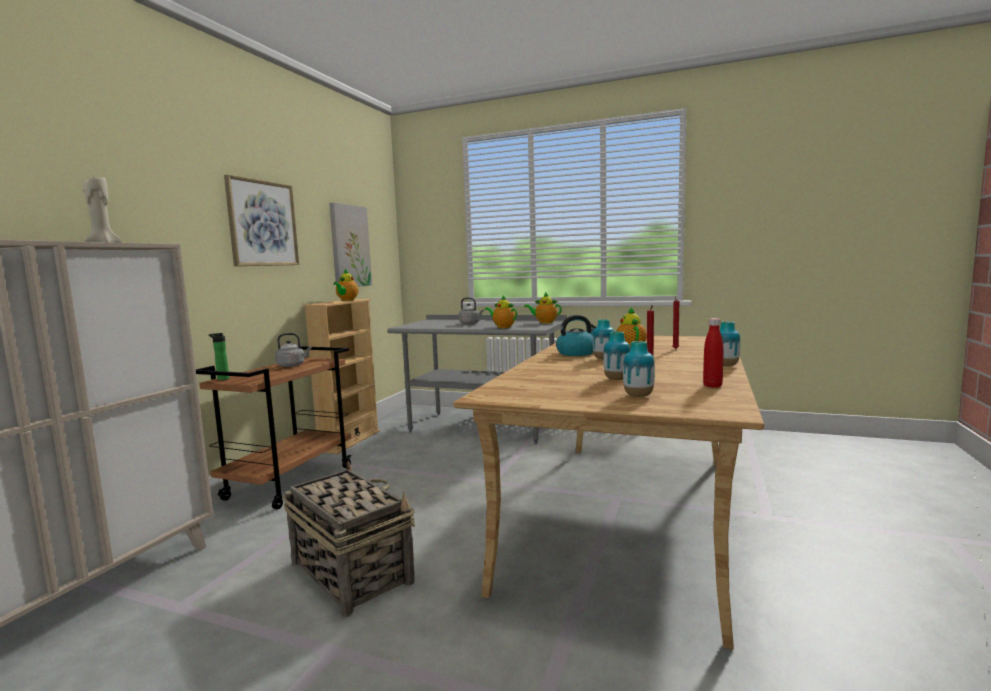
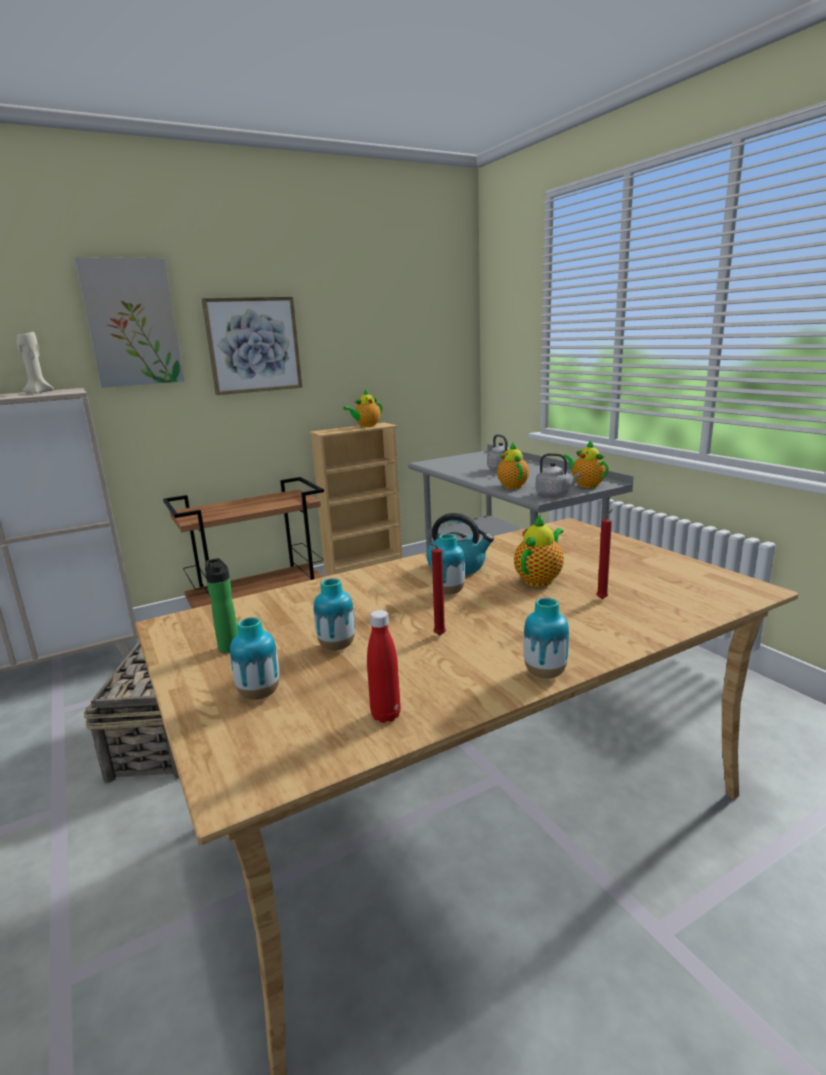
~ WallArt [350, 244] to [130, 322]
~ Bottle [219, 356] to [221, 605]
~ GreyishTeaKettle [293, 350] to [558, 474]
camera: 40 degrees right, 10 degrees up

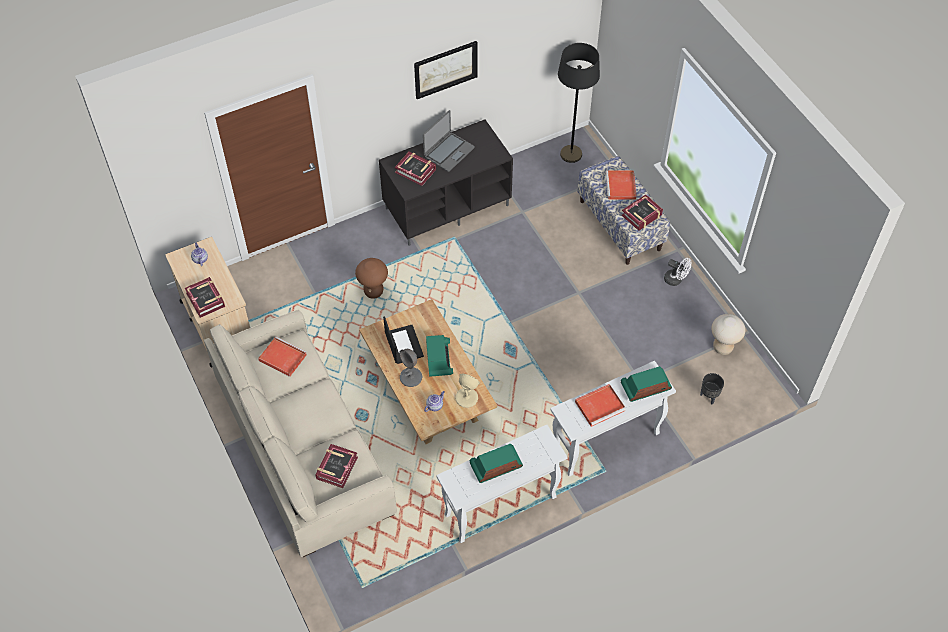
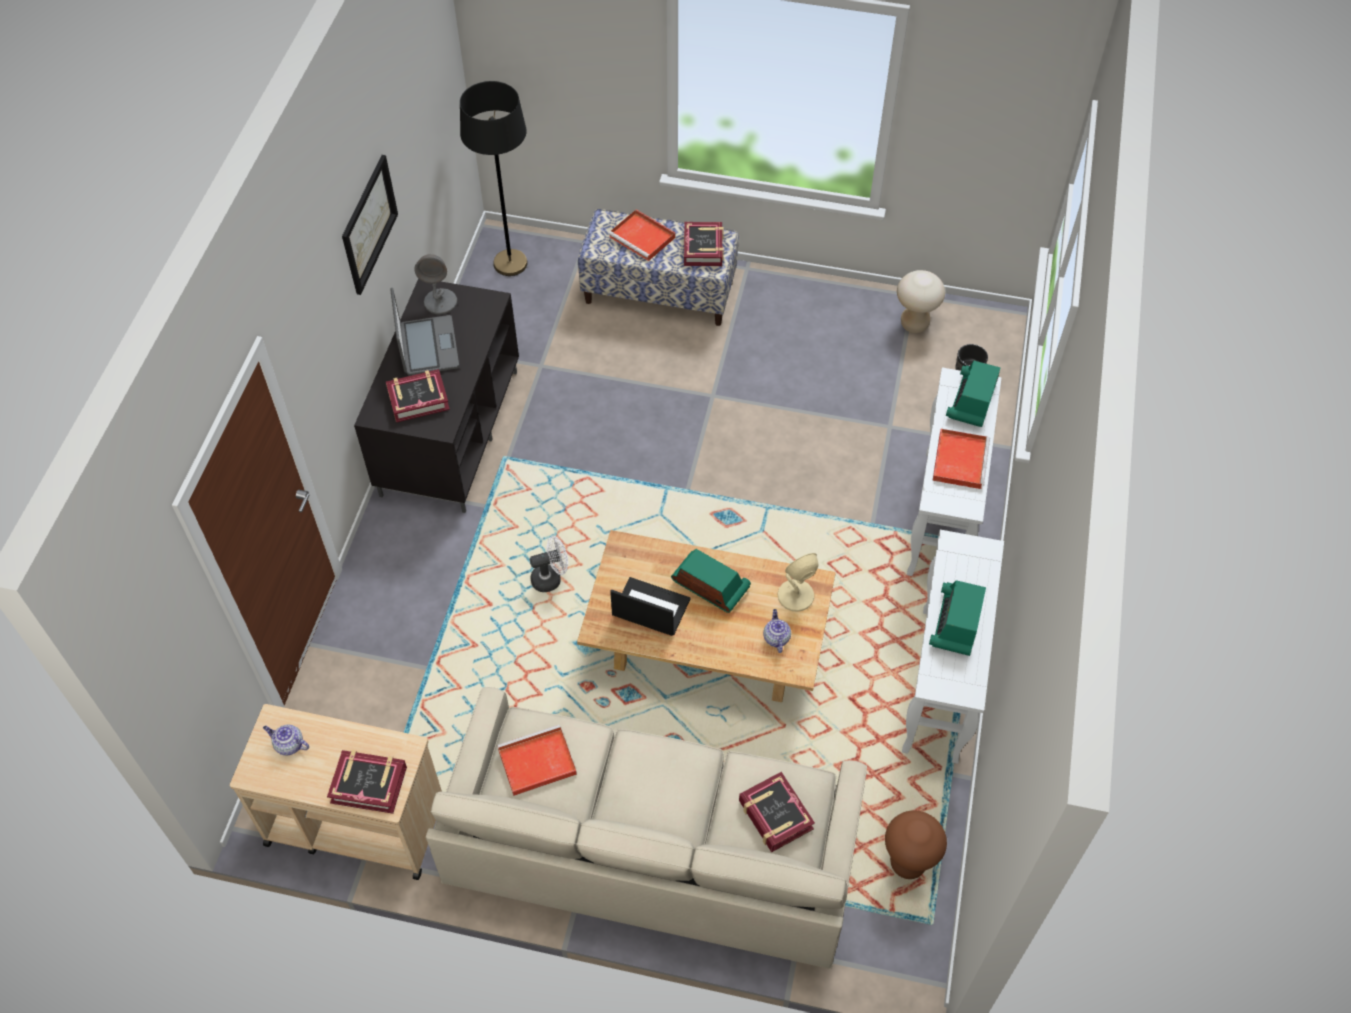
~ GreyishTableLamp [410, 368] to [435, 284]
~ WhiteCoolingFan [677, 272] to [549, 564]
~ BrownishStoolSeat [371, 278] to [916, 844]
camera: 50 degrees left, 0 degrees up

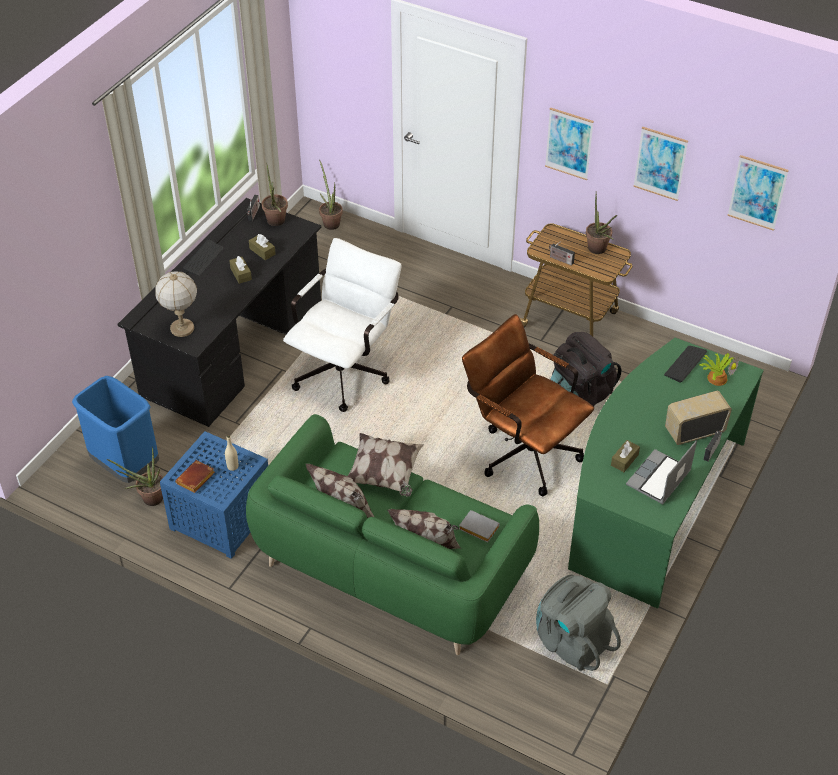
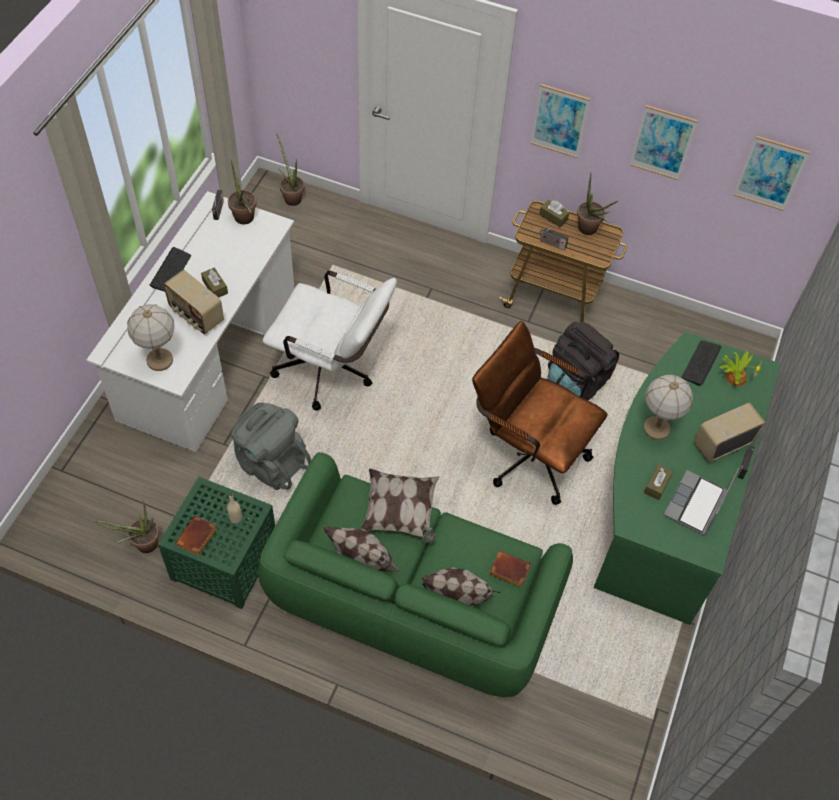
~ BlackColouredDeskUnit [219, 312] to WhiteDeskUnit [190, 321]
~ BlueEndTable [214, 495] to GreenEndTable [216, 543]
+ Radio [193, 302]
~ GreyishRucksack [578, 622] to [271, 446]
~ WhiteComputerChair [342, 325] = [330, 340] 90 degrees clockwise
~ GreyishBoundBook [479, 526] to BrownishBoundBook [510, 569]
~ BrownishTissueHolder [262, 247] to [554, 213]
+ TableLamp [668, 407]
- BlueTrashCan [115, 429]
camera: 10 degrees left, 10 degrees up

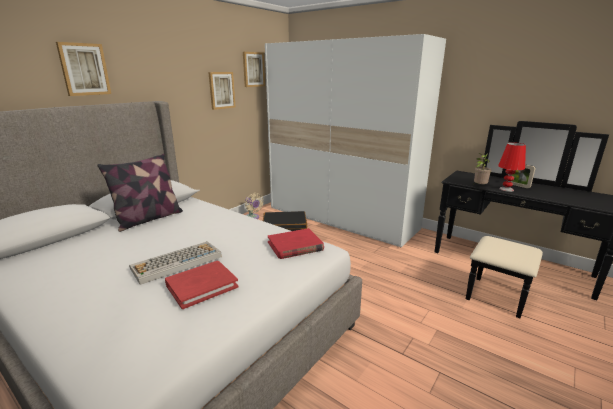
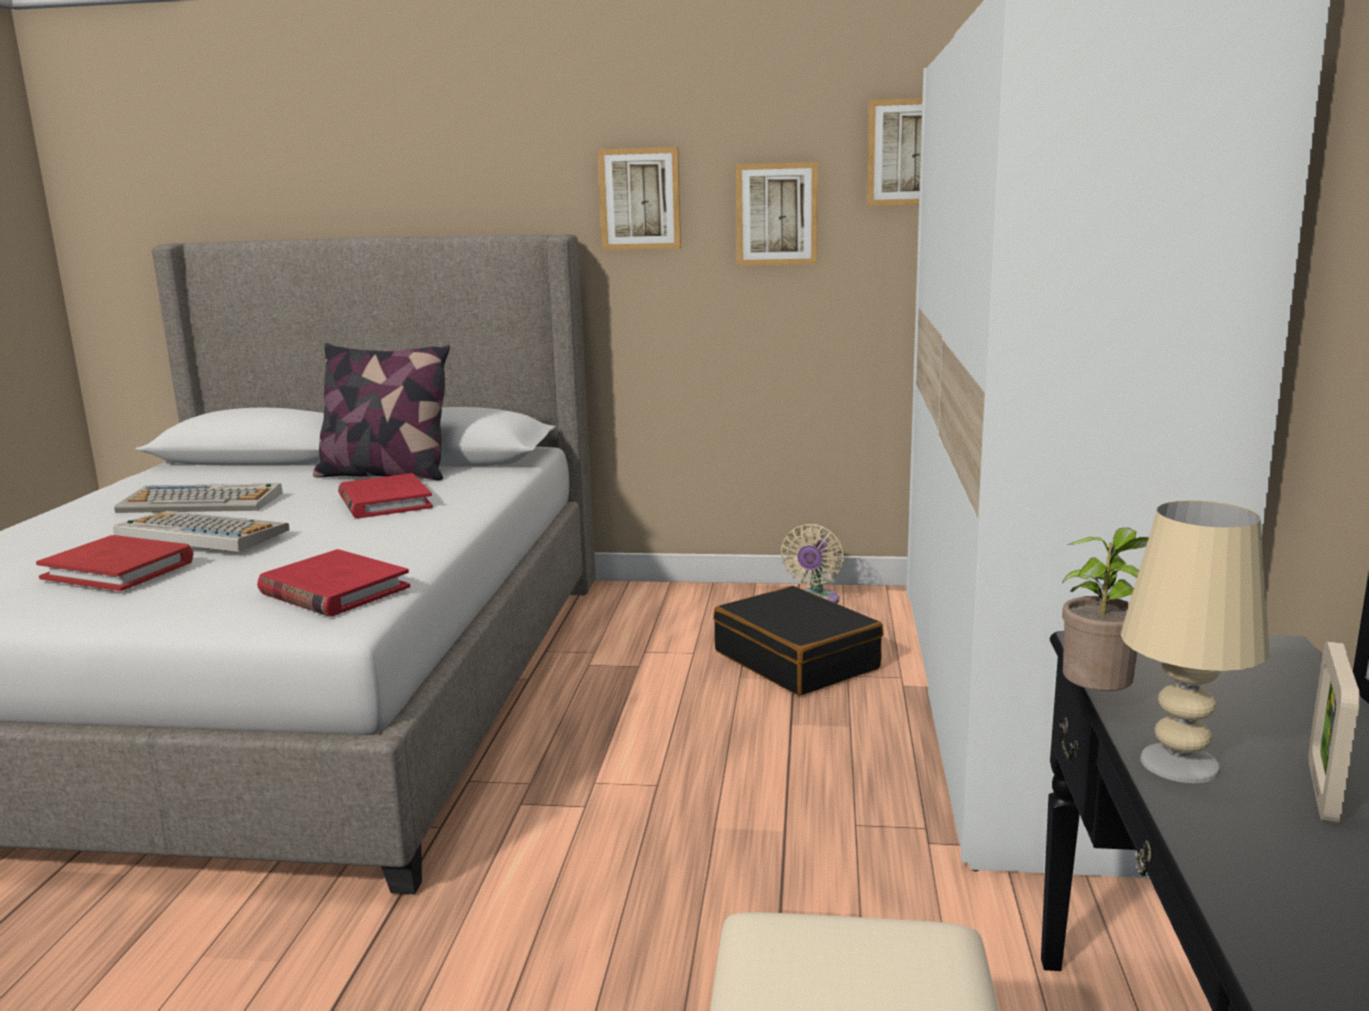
+ Keyboard [198, 498]
+ ReddishBoundBook [385, 496]
~ WallArt [83, 69] to [639, 198]
~ ReddishTableLamp [512, 167] to BeigeColouredTableLamp [1195, 642]
camera: 60 degrees right, 5 degrees down

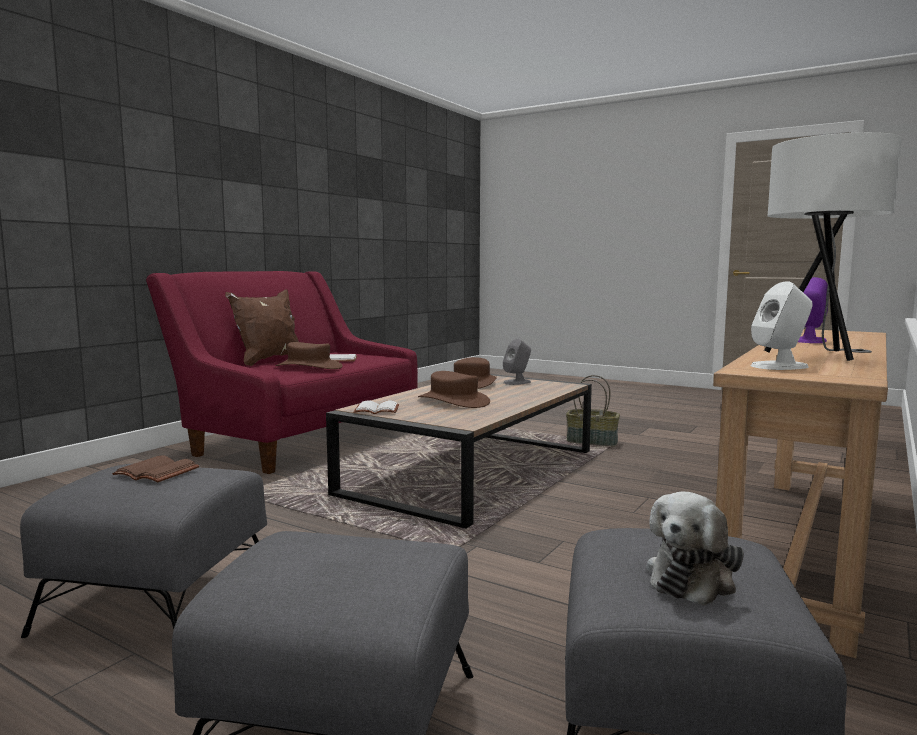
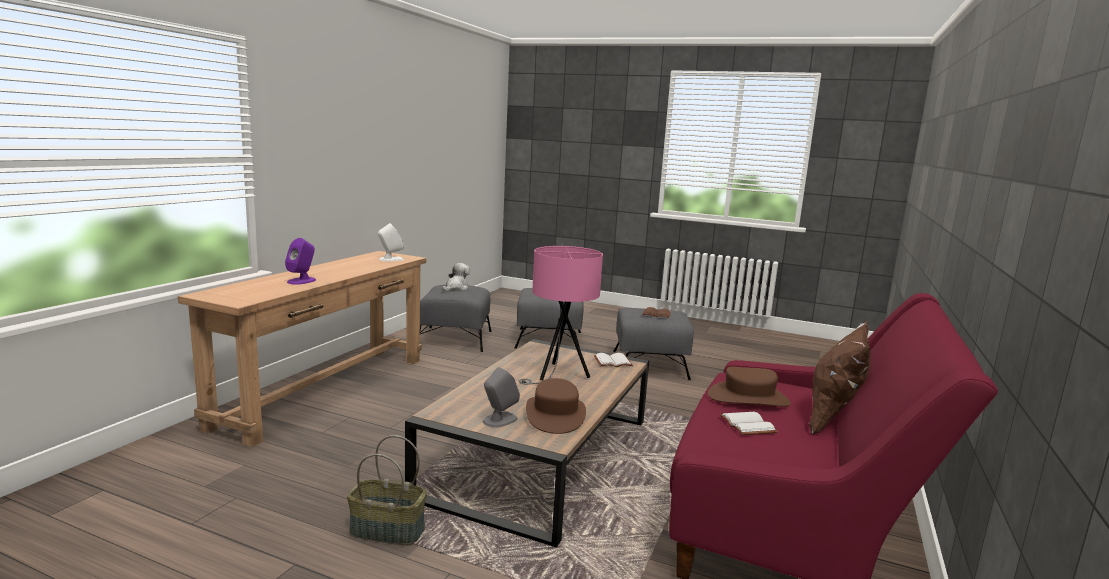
~ BrownishClothingHat [454, 389] to PinkTableLamp [561, 315]
- WhiteTableLamp [833, 246]
camera: 170 degrees right, 5 degrees up

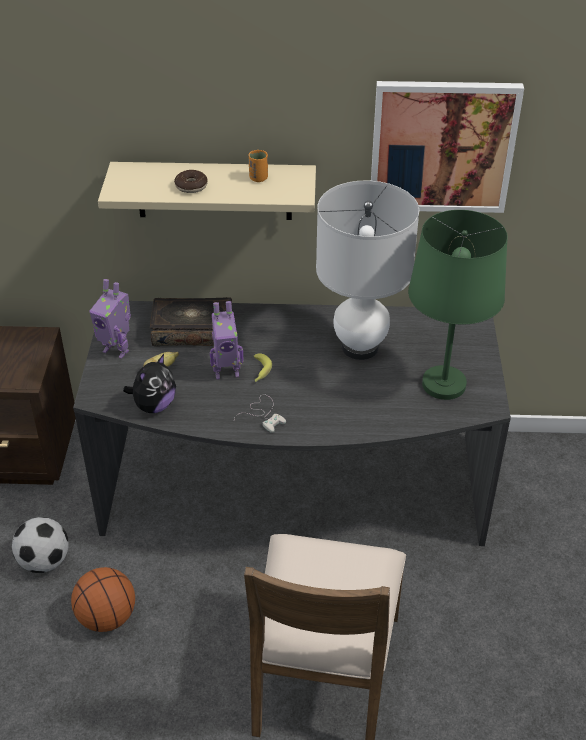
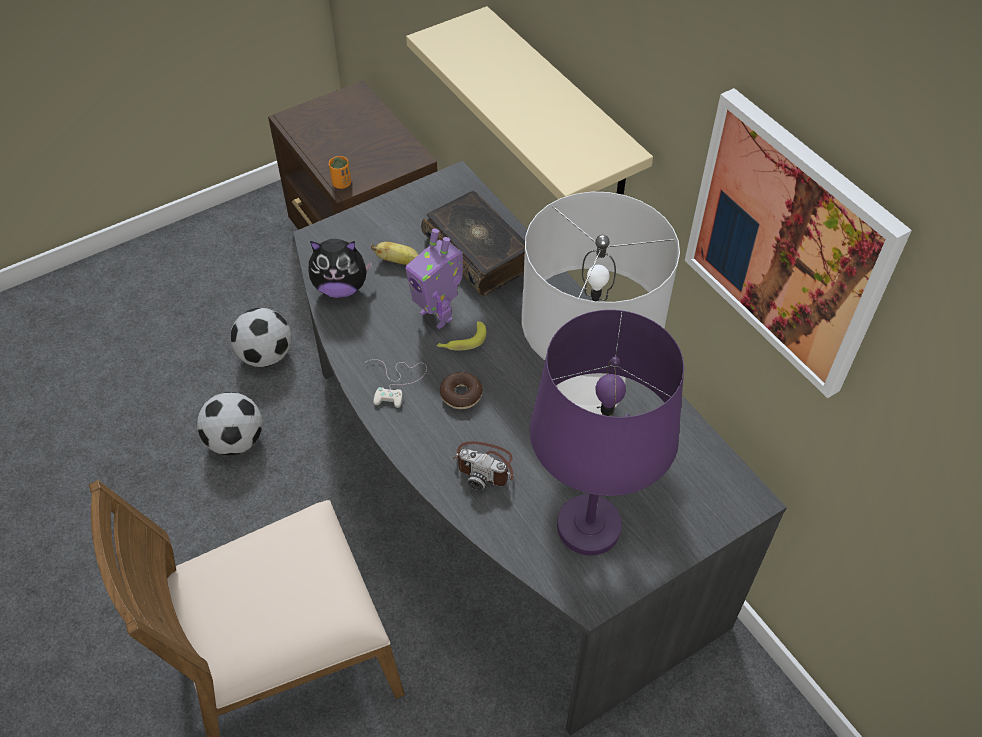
~ BasketballBall [103, 599] to Football [229, 423]
~ OrangeySmallCup [258, 166] to [340, 172]
~ RingDoughnut [191, 181] to [461, 390]
+ PhotoCamera [483, 466]
~ GreenTableLamp [458, 305] to PurpleTableLamp [607, 432]
- ModelRobot [110, 319]
camera: 55 degrees right, 10 degrees up

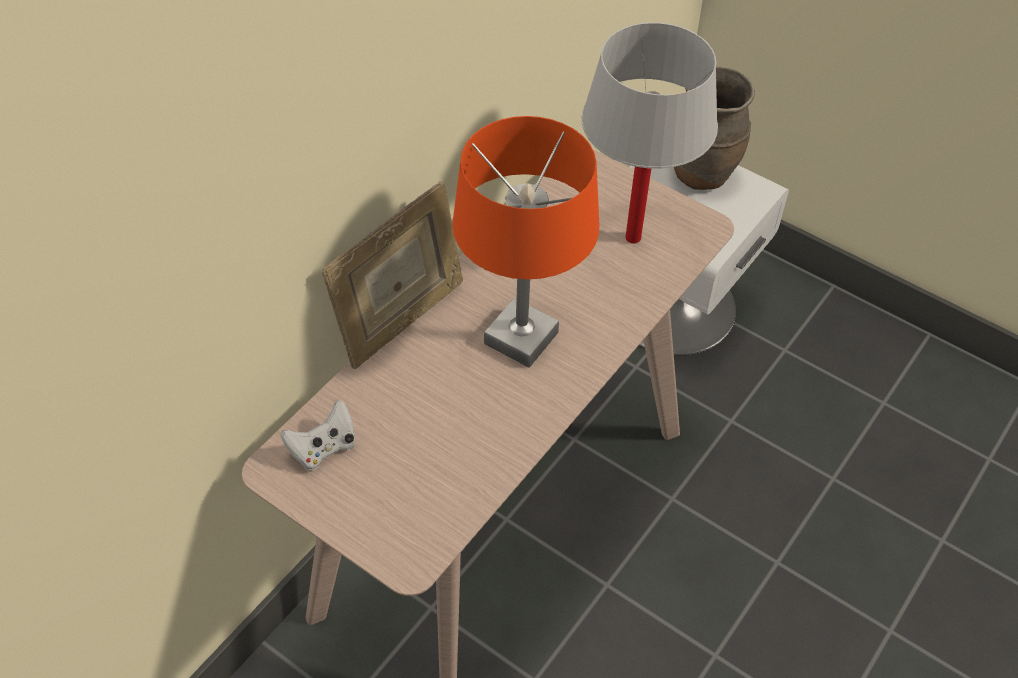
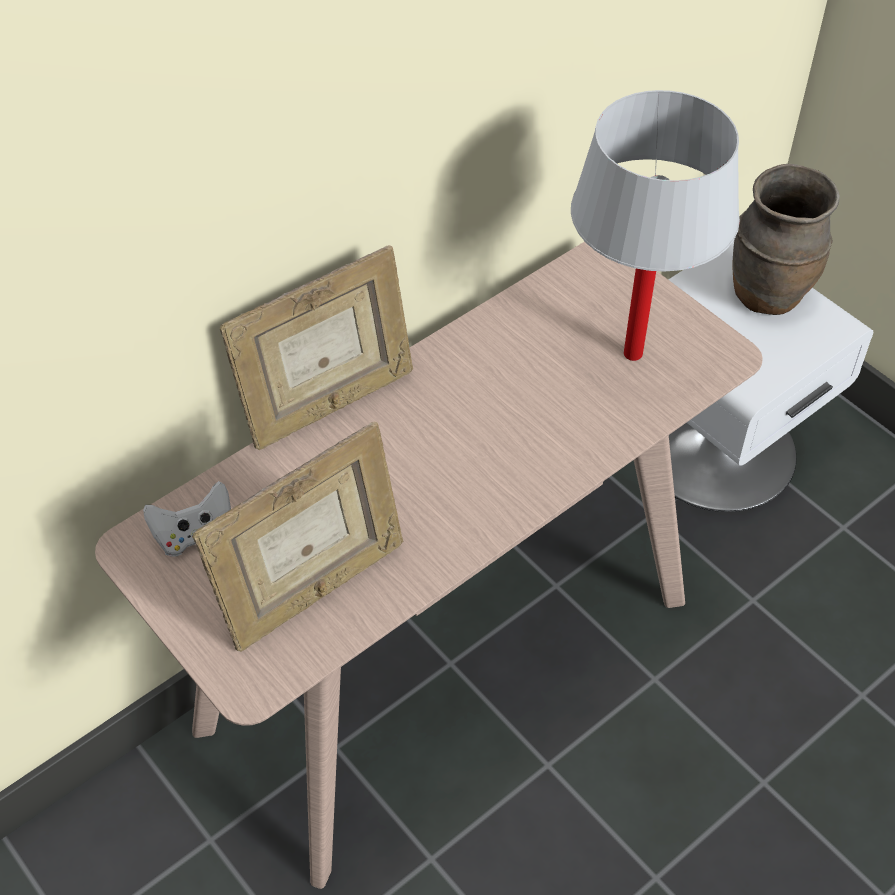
+ StandingFrame [298, 536]
- OrangeyTableLamp [525, 242]
camera: 15 degrees right, 0 degrees up

